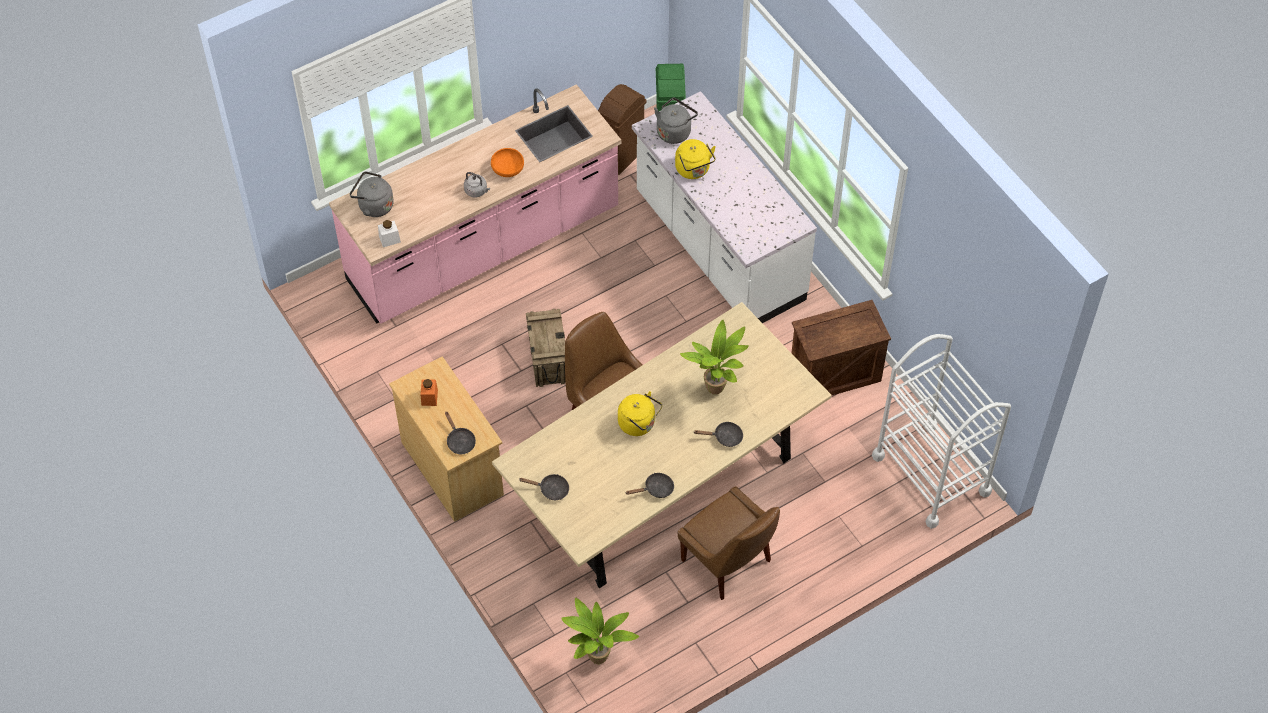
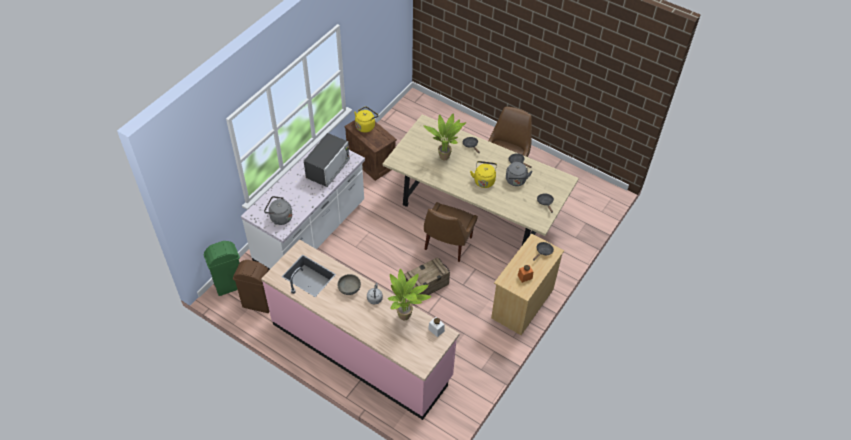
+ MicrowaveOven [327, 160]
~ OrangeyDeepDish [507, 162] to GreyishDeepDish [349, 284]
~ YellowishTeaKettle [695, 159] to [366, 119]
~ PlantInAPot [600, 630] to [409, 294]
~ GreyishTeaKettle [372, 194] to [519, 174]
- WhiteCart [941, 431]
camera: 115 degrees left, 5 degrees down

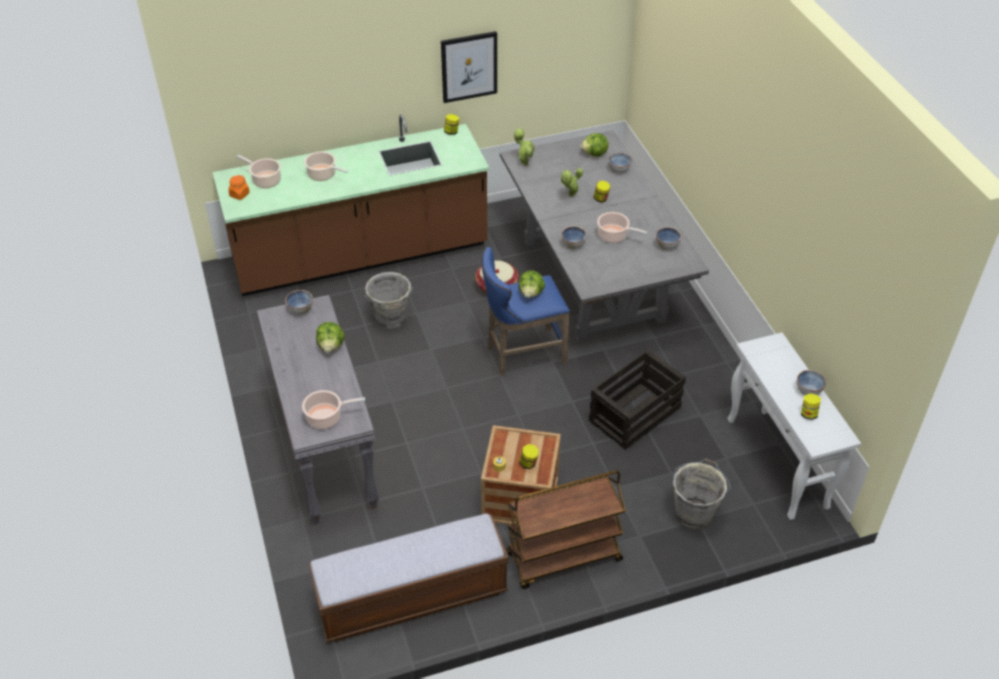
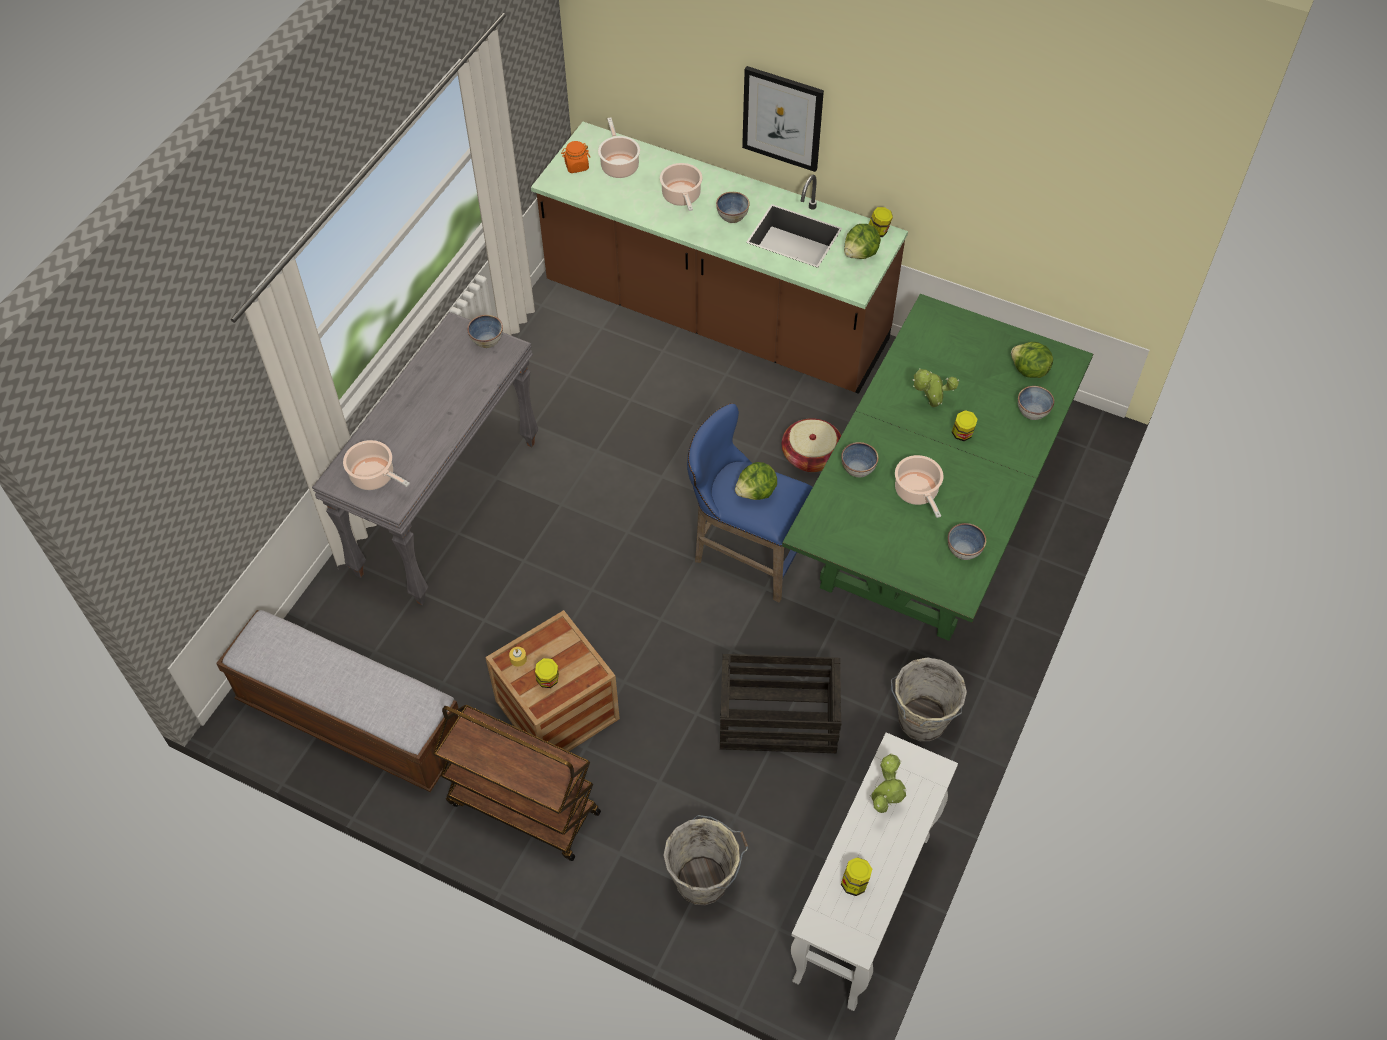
~ DeepDish [811, 382] to [733, 207]
~ WallArt [469, 67] to [783, 119]
~ GreyishDinnerTable [604, 236] to GreenDinnerTable [937, 467]
~ LettuceHead [330, 337] to [862, 241]
~ PlantInAPot [524, 147] to [888, 783]
~ GreyishPail [389, 300] to [929, 699]
camera: 45 degrees right, 10 degrees up

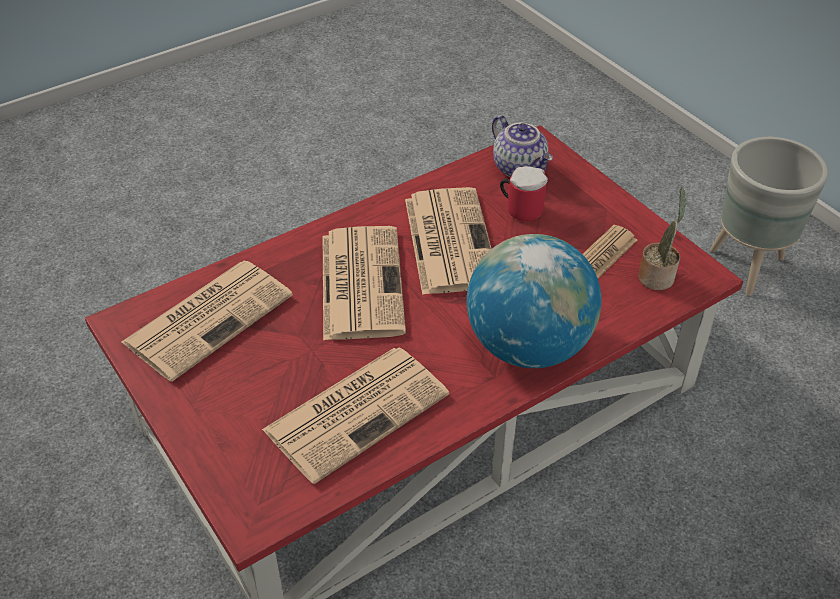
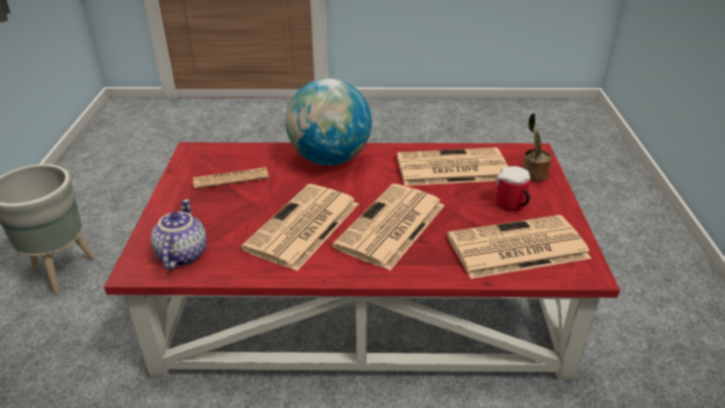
~ CoffeeMug [524, 193] to [513, 188]
~ PlantInAPot [662, 238] to [537, 147]
camera: 145 degrees left, 10 degrees down

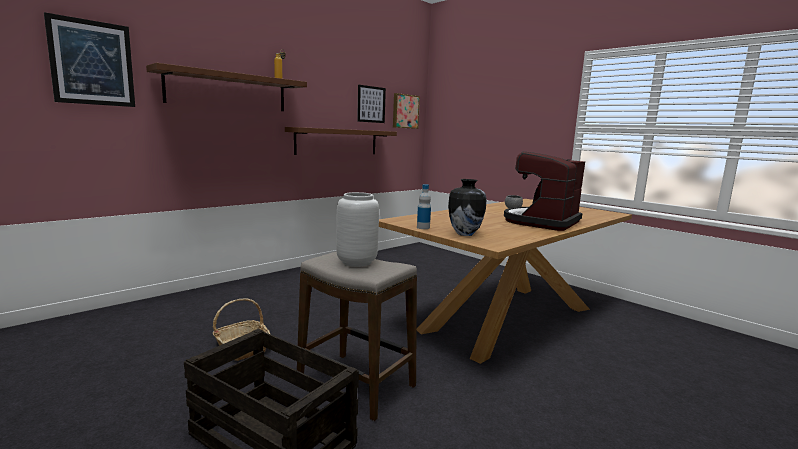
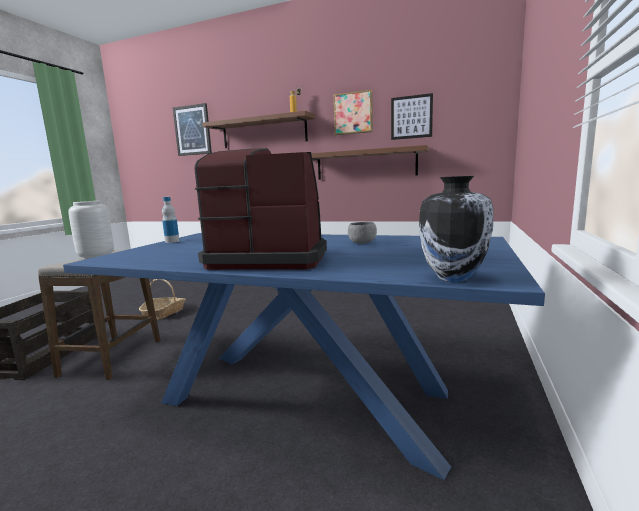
~ BrownishDinnerTable [505, 281] to BlueDinnerTable [304, 356]
~ WallArt [406, 111] to [353, 112]
~ Vase [467, 207] to [456, 229]
camera: 65 degrees right, 0 degrees up

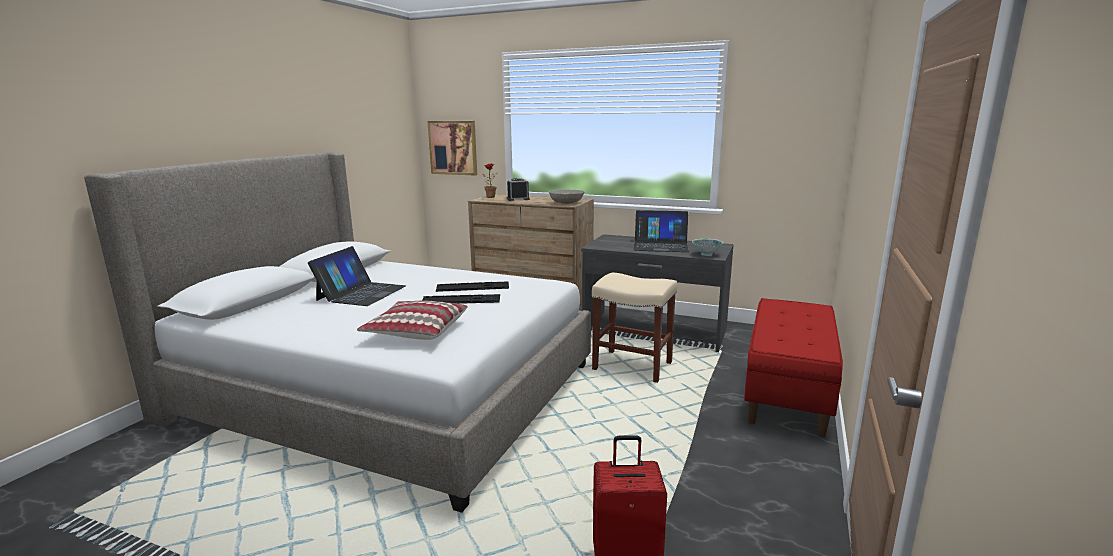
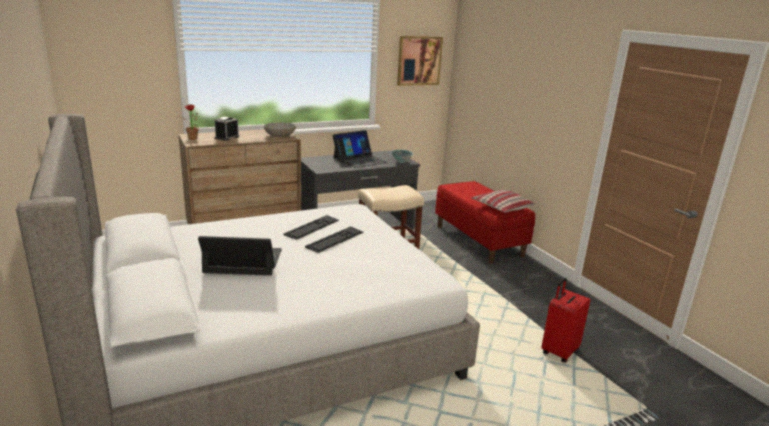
~ PortableComputer [357, 276] = [240, 255] 60 degrees counterclockwise
~ WallArt [452, 148] to [420, 61]
~ ThrowPillow [412, 320] to [503, 201]
camera: 50 degrees left, 5 degrees up

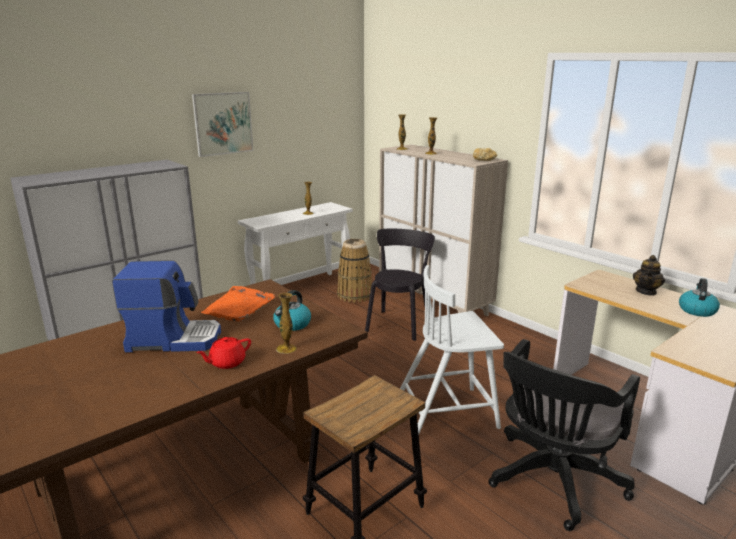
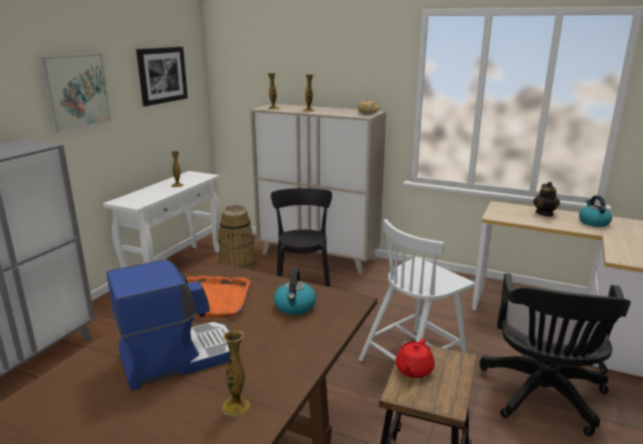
+ WallArt [162, 76]
~ Vase [286, 323] to [236, 373]
~ ReddishTeapot [223, 353] to [415, 358]
camera: 25 degrees left, 0 degrees up

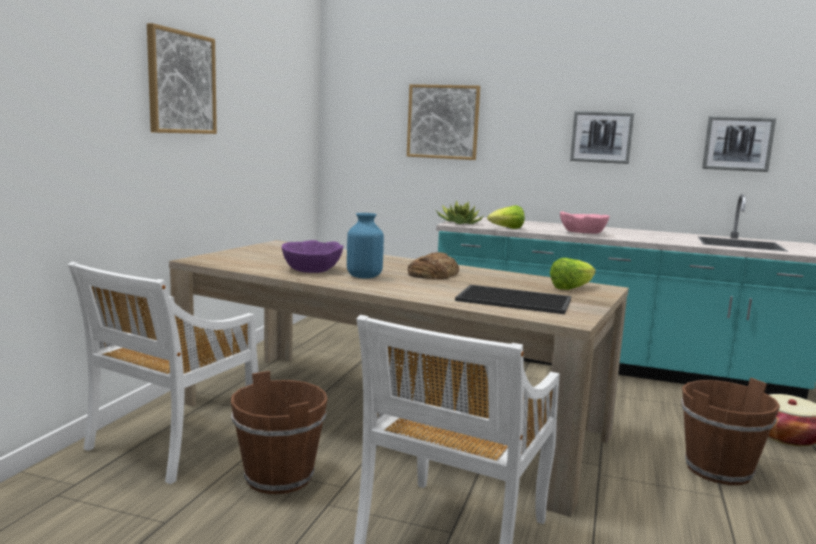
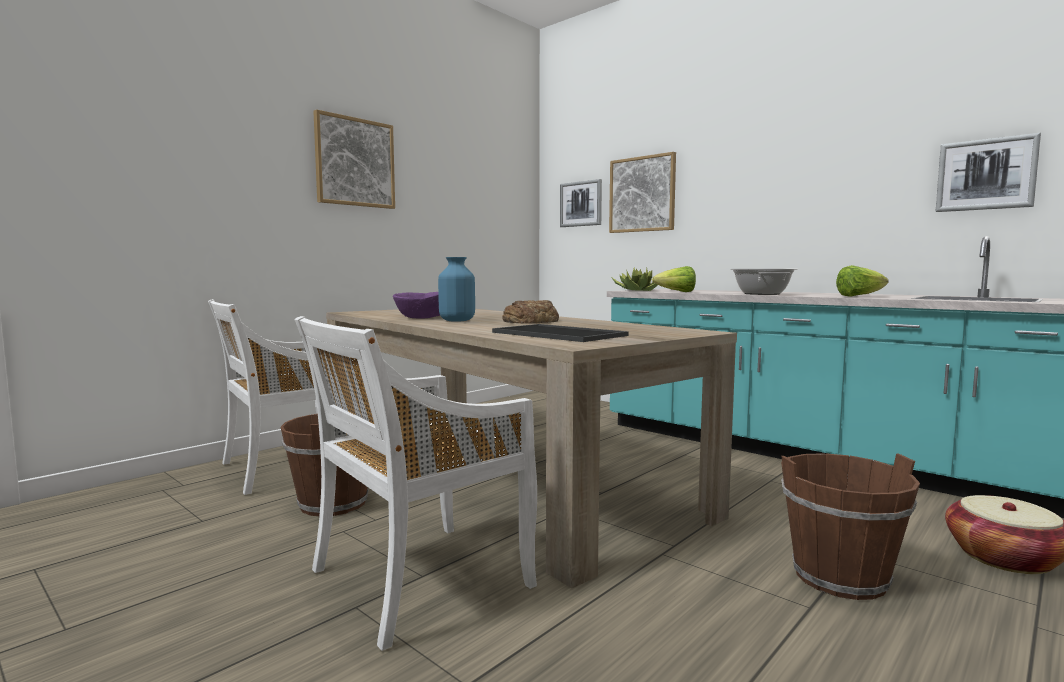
~ WallArt [602, 137] to [581, 203]
~ PinkDeepDish [585, 222] to Saucepot [764, 282]
~ LettuceHead [573, 274] to [862, 281]
camera: 25 degrees right, 5 degrees down

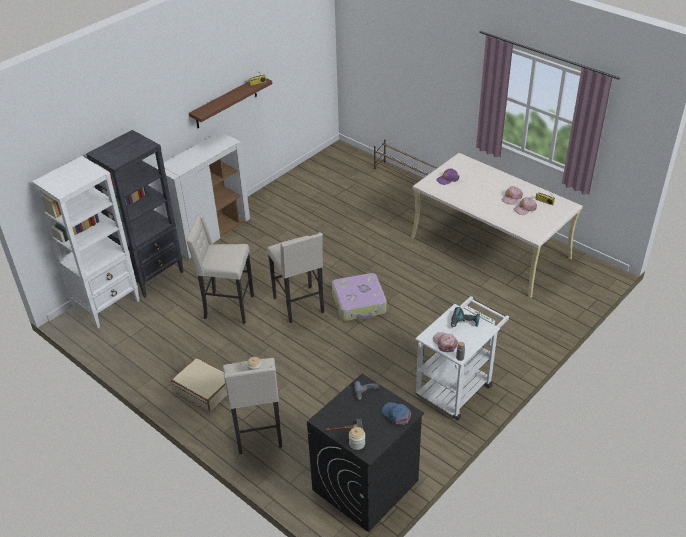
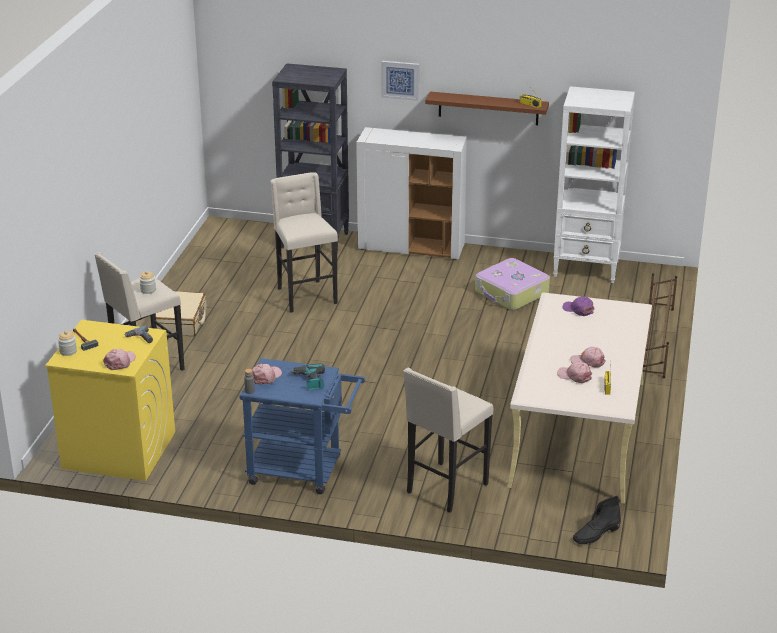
~ BlackColouredLaundryMachine [365, 453] to YellowishLaundryMachine [110, 400]
~ BlueBaseballCap [396, 414] to PinkBaseballCap [119, 359]
~ WhiteCart [462, 358] to BlueCart [302, 426]
+ WallArt [400, 81]
~ BeigeColouredStoolSeat [295, 277] to [448, 440]
~ PieceOfLuggage [359, 297] to [512, 284]
~ WhiteShelvingUnit [86, 242] to [594, 184]
+ BlackColouredTallBoot [597, 520]
camera: 60 degrees right, 10 degrees down

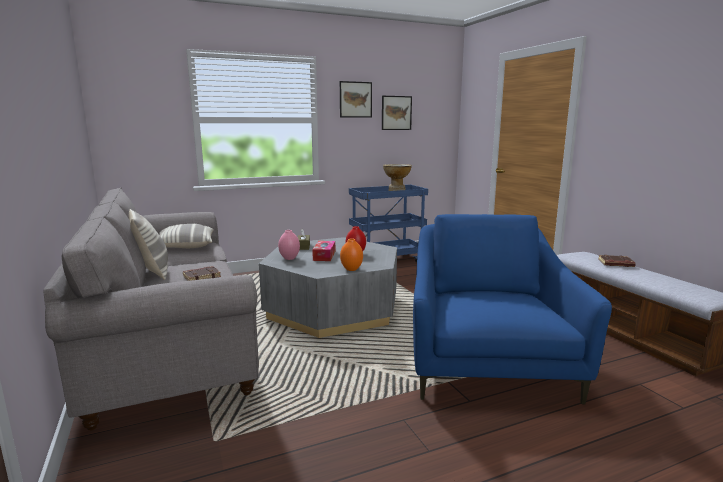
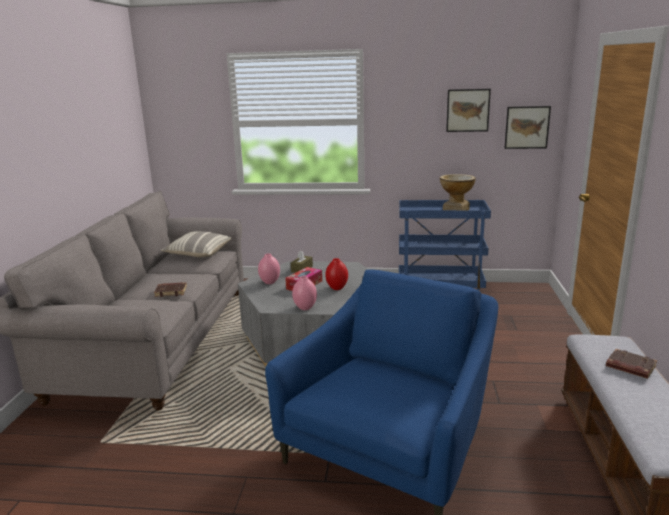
~ OrangeyVase [351, 254] to PinkVase [304, 293]
~ WallArt [356, 99] to [527, 127]
- ThrowPillow [148, 244]
camera: 30 degrees right, 5 degrees up

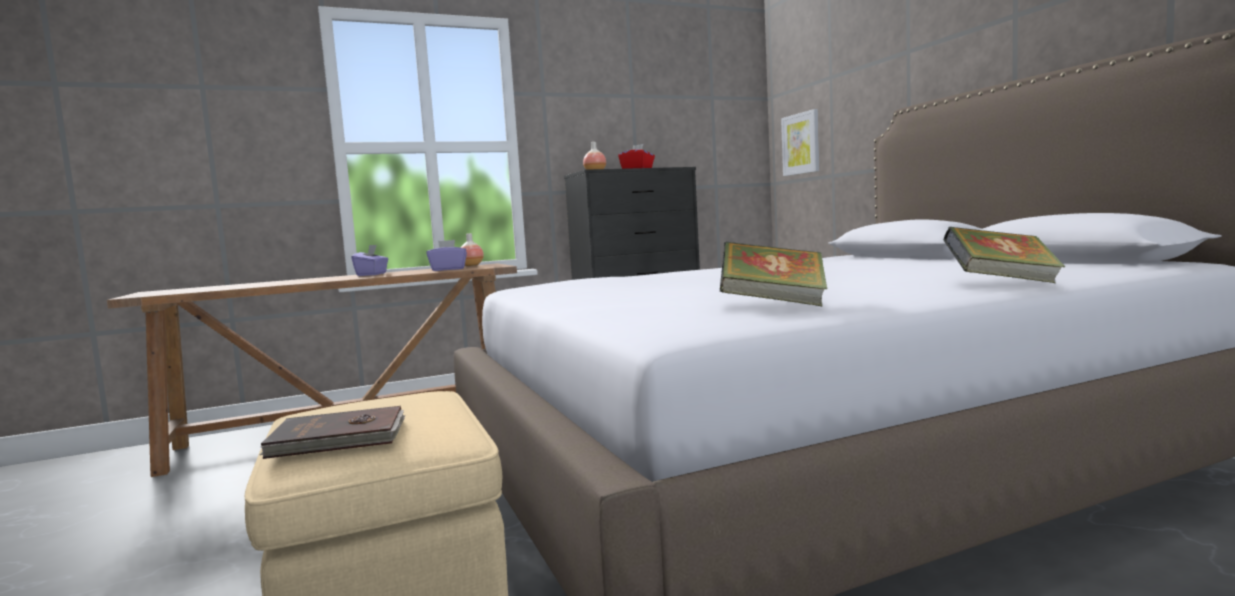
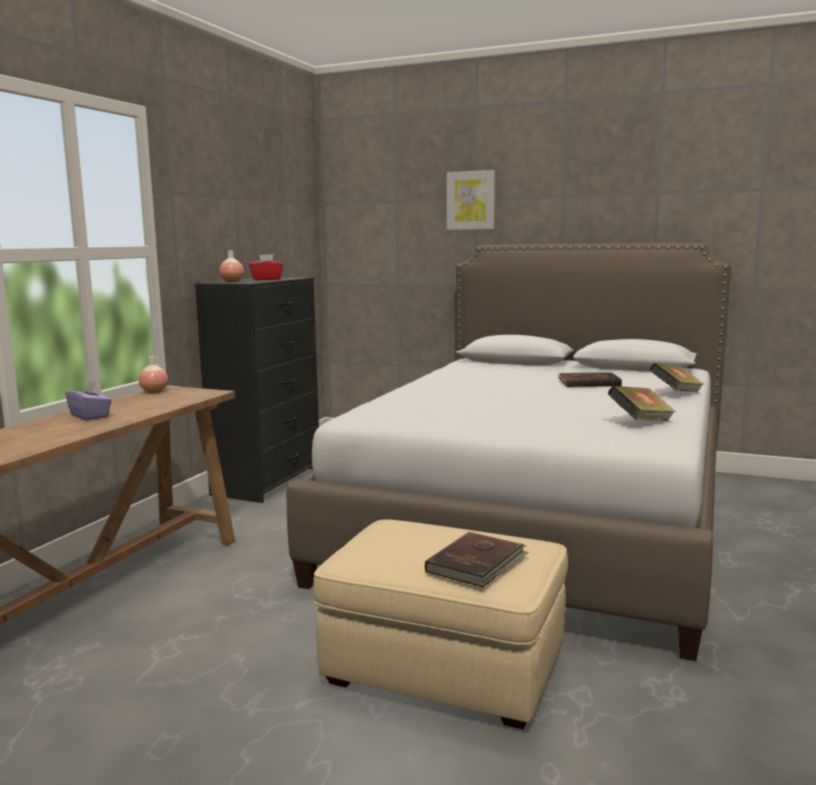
~ WallArt [800, 142] to [471, 200]
+ BrownishBoundBook [590, 379]
- PurpleTissueHolder [446, 255]
camera: 45 degrees left, 5 degrees up

